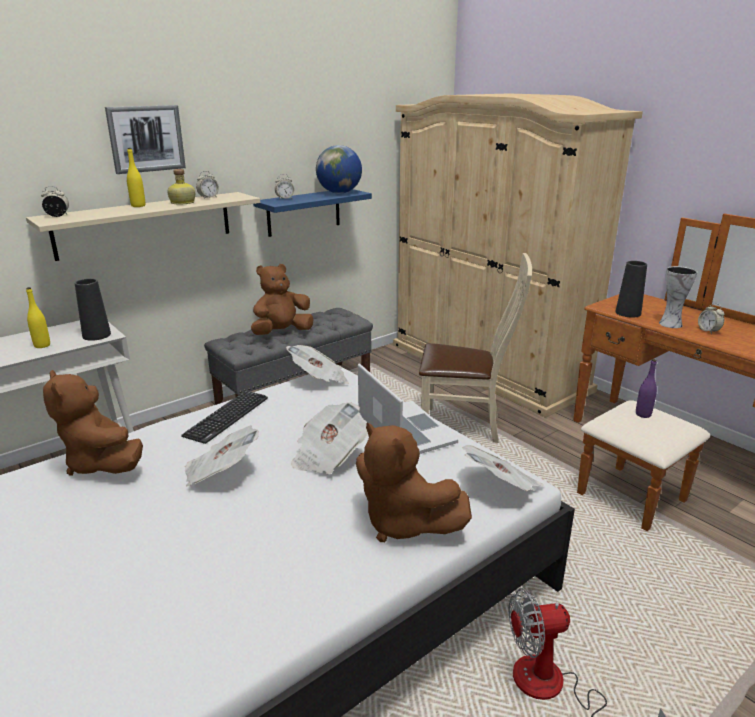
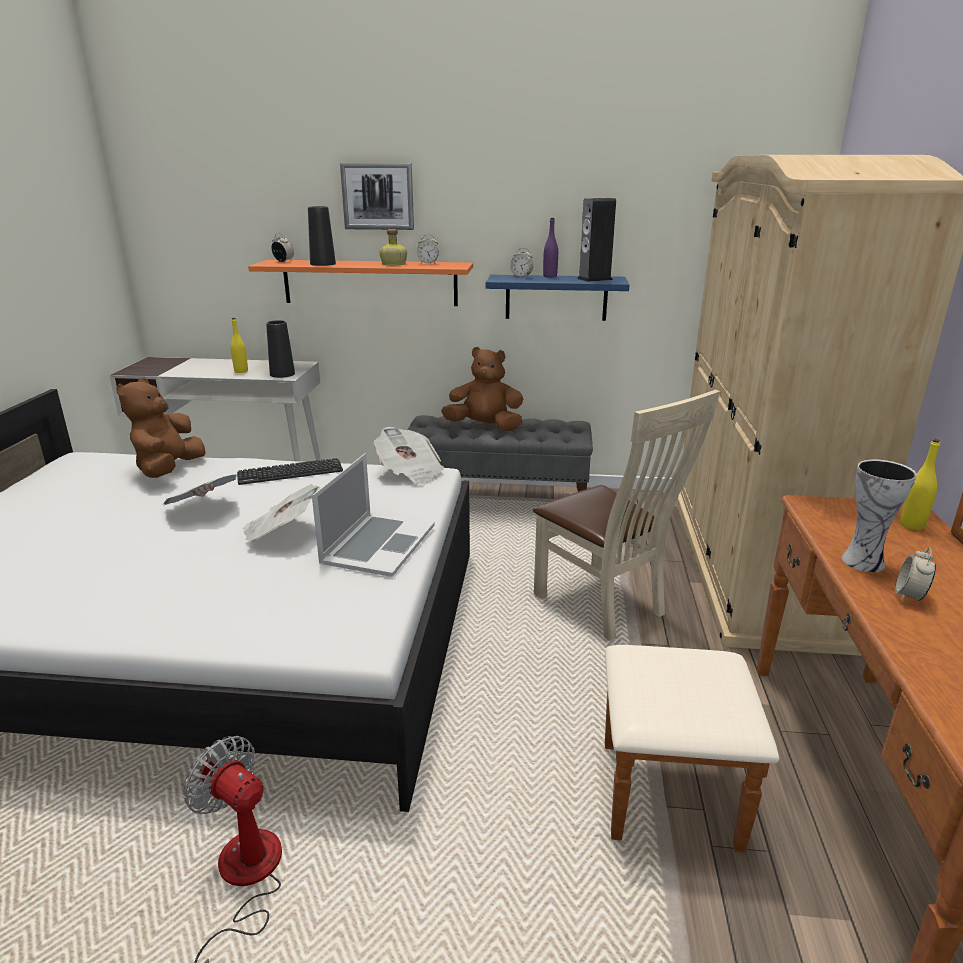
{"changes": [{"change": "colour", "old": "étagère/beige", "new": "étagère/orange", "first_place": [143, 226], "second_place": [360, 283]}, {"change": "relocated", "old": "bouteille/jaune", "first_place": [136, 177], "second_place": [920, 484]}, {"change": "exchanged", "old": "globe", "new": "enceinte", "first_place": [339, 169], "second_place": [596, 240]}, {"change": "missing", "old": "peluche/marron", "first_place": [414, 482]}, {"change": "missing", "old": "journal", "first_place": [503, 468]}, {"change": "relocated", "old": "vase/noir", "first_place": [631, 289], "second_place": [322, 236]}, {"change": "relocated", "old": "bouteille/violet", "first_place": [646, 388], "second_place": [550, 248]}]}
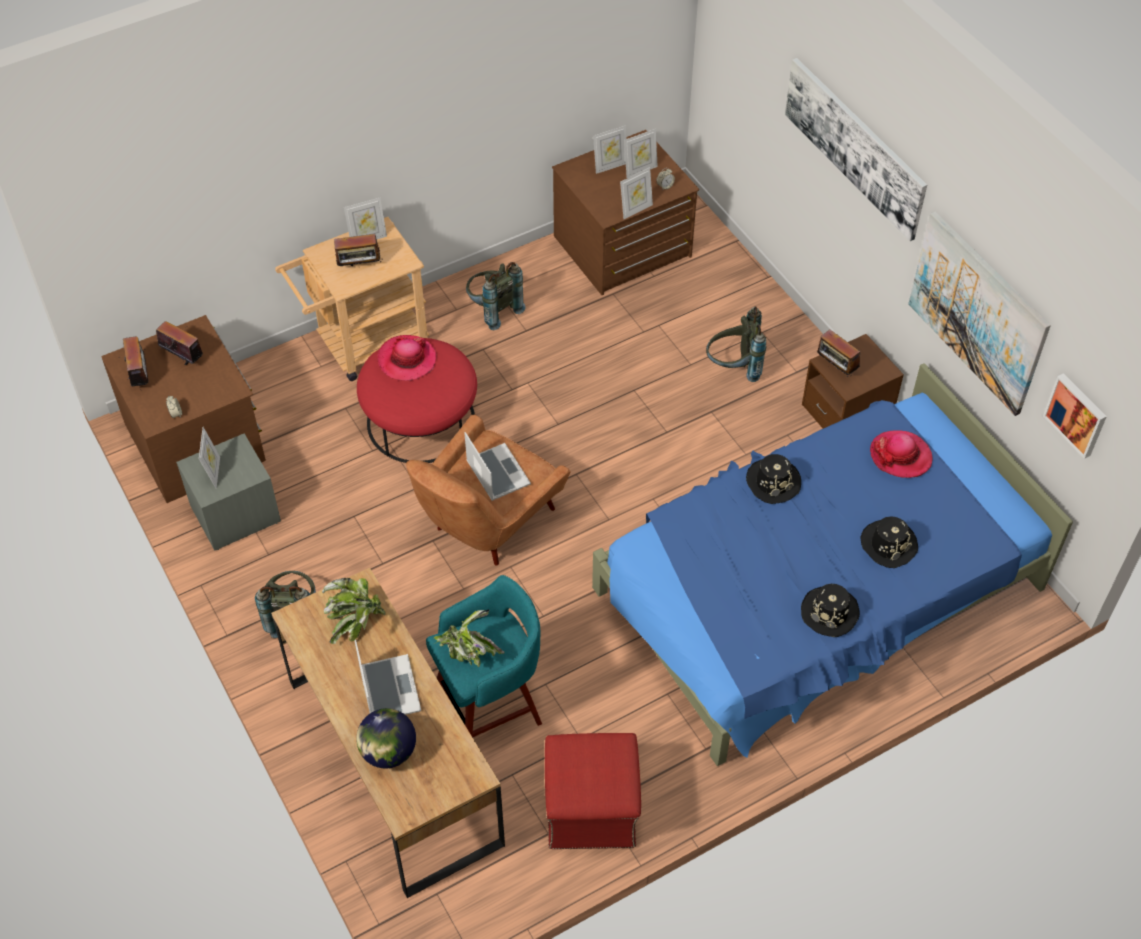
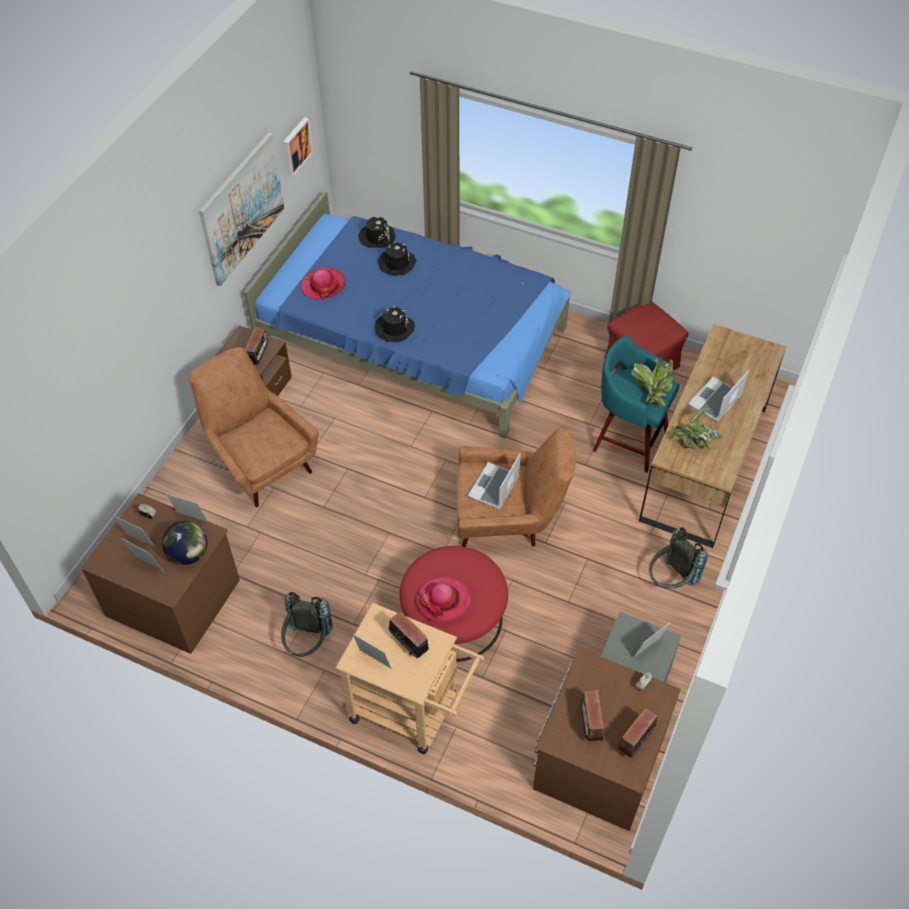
{"changes": [{"change": "relocated", "old": "globe", "first_place": [386, 738], "second_place": [184, 543]}, {"change": "exchanged", "old": "sac à dos/gris", "new": "fauteuil/marron", "first_place": [736, 344], "second_place": [254, 427]}, {"change": "missing", "old": "tableau", "first_place": [856, 149]}, {"change": "relocated", "old": "chapeau/noir", "first_place": [830, 610], "second_place": [377, 232]}]}
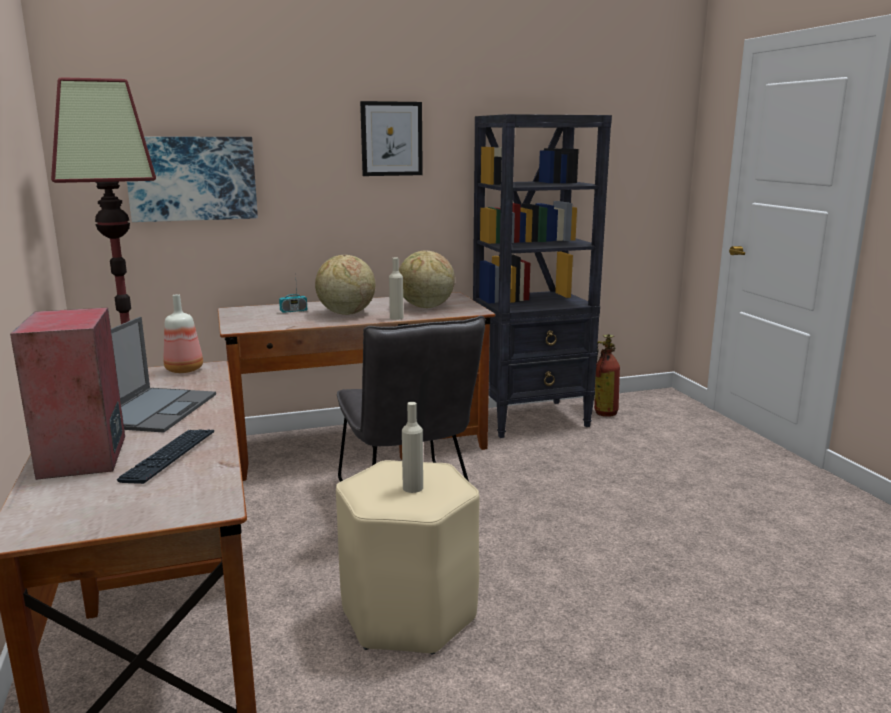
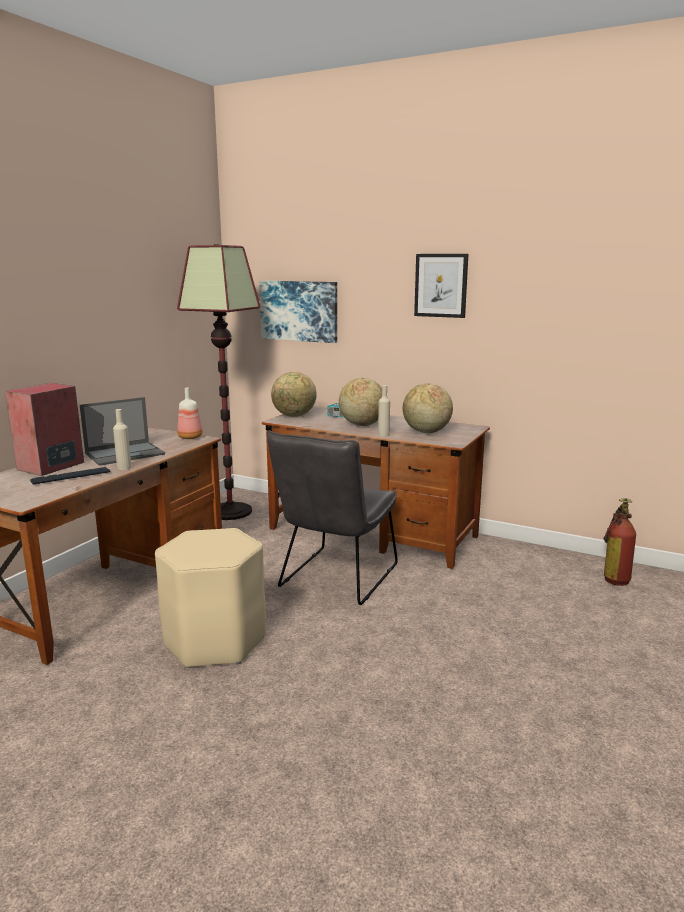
{"changes": [{"change": "relocated", "old": "bouteille/beige", "first_place": [412, 447], "second_place": [122, 439]}, {"change": "missing", "old": "bibliothèque/noir", "first_place": [542, 276]}, {"change": "appeared", "new": "globe", "second_place": [294, 394]}]}
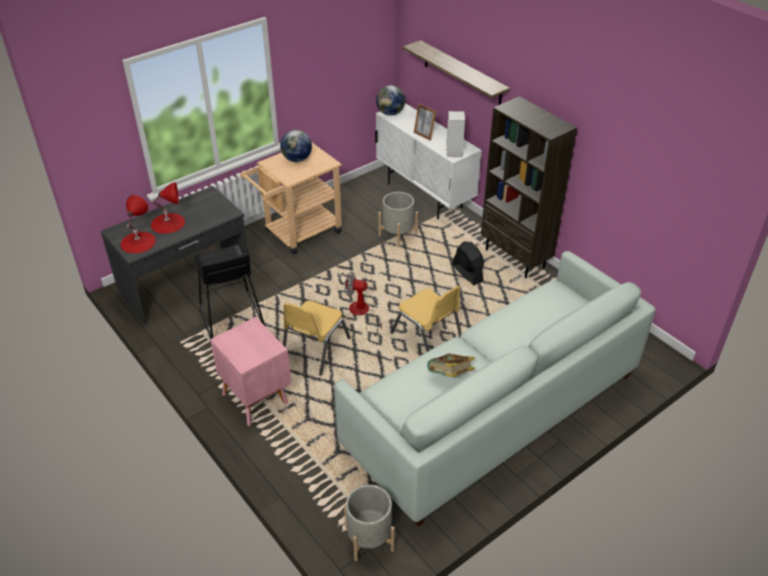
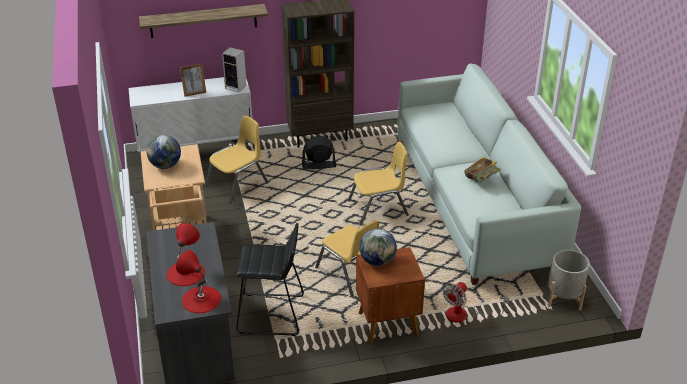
{"changes": [{"change": "colour", "old": "table de chevet/rose", "new": "table de chevet/marron", "first_place": [251, 371], "second_place": [390, 295]}, {"change": "relocated", "old": "ventilateur", "first_place": [363, 304], "second_place": [476, 302]}, {"change": "relocated", "old": "globe", "first_place": [390, 100], "second_place": [378, 247]}, {"change": "exchanged", "old": "cache-pot/gris", "new": "chaise/jaune", "first_place": [398, 219], "second_place": [237, 160]}]}
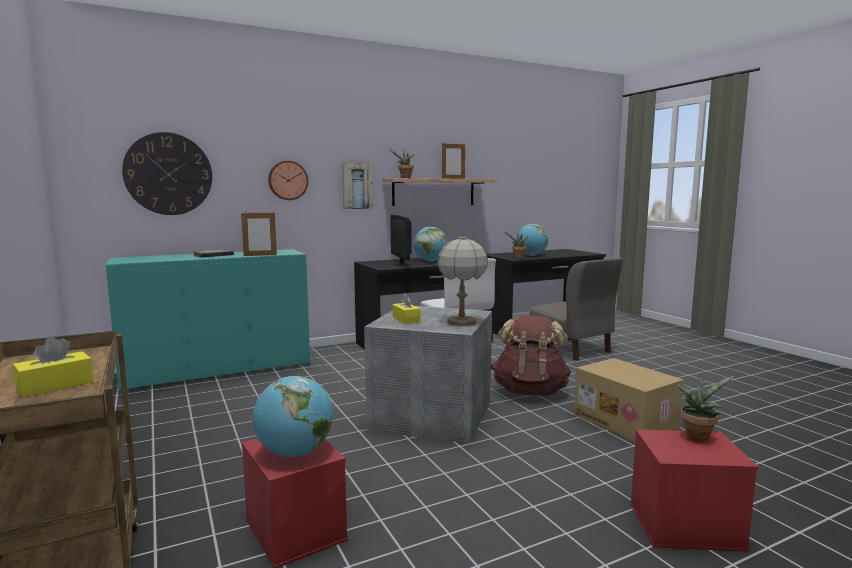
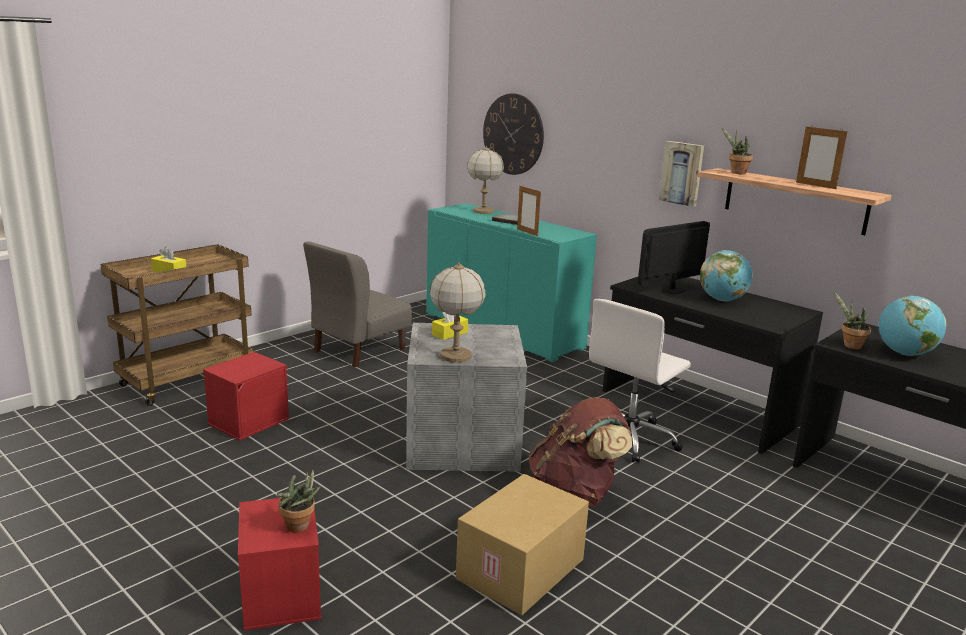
{"changes": [{"change": "missing", "old": "globe", "first_place": [293, 416]}, {"change": "missing", "old": "horloge murale", "first_place": [288, 180]}, {"change": "relocated", "old": "chaise/gris", "first_place": [576, 309], "second_place": [357, 304]}, {"change": "appeared", "new": "lampe de table", "second_place": [485, 180]}]}
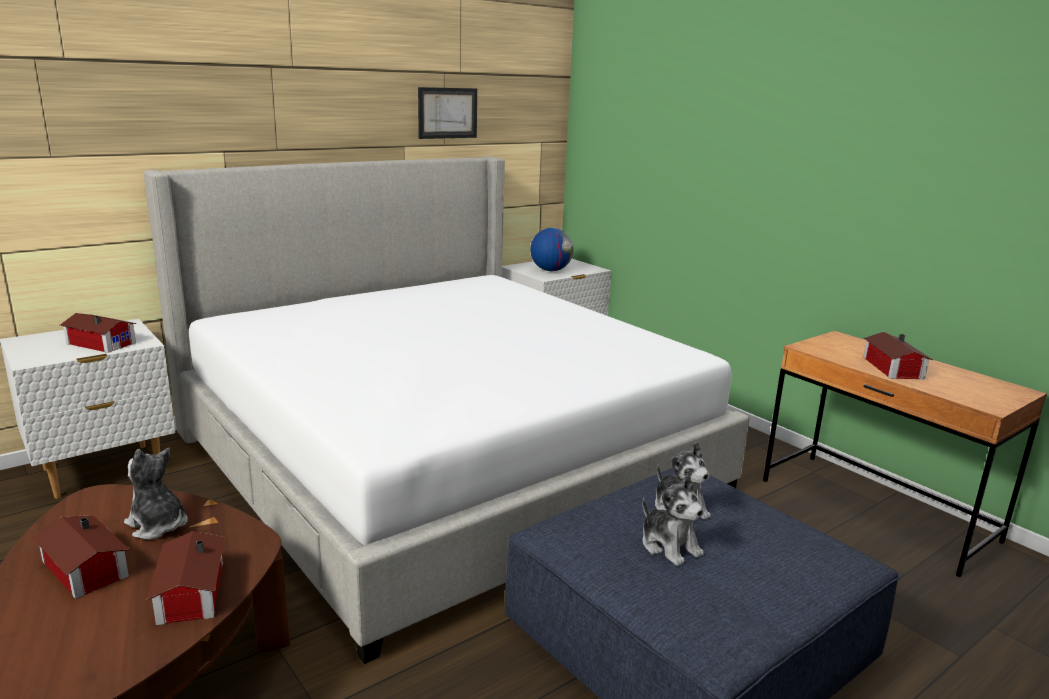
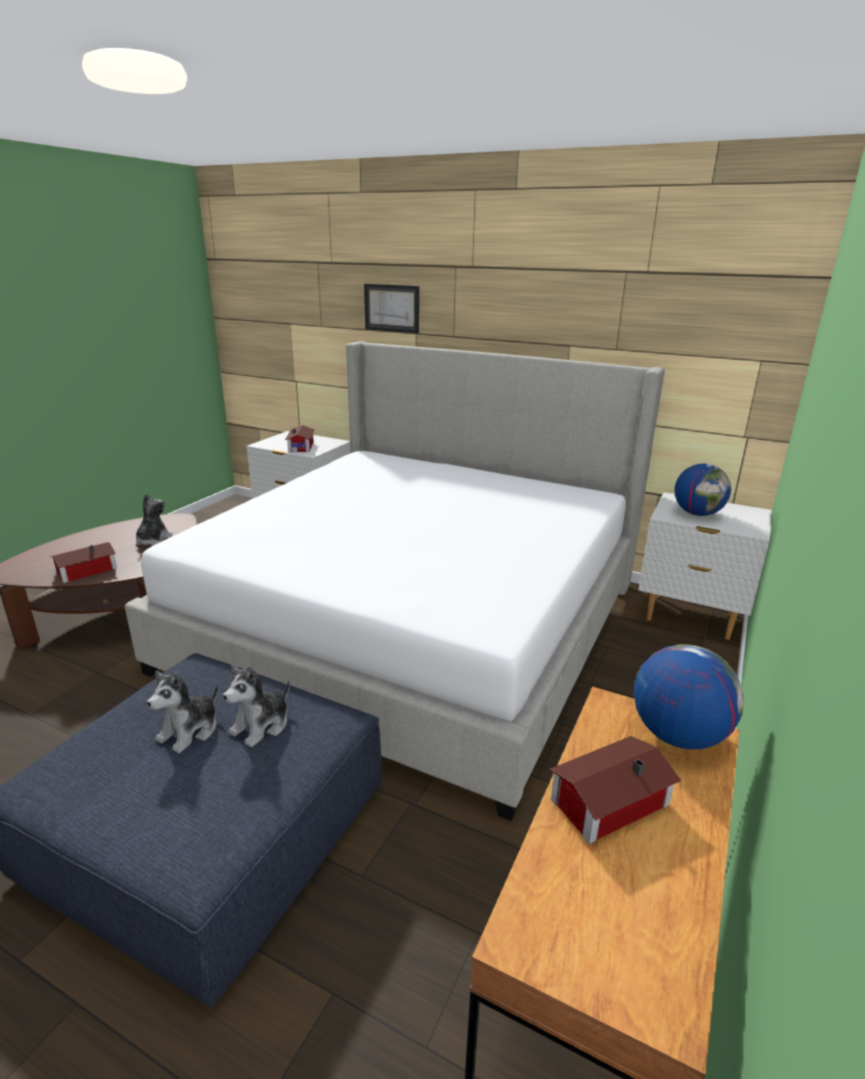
{"changes": [{"change": "missing", "old": "maison miniature", "first_place": [81, 557]}, {"change": "relocated", "old": "tableau", "first_place": [447, 113], "second_place": [391, 308]}, {"change": "appeared", "new": "globe", "second_place": [689, 696]}]}
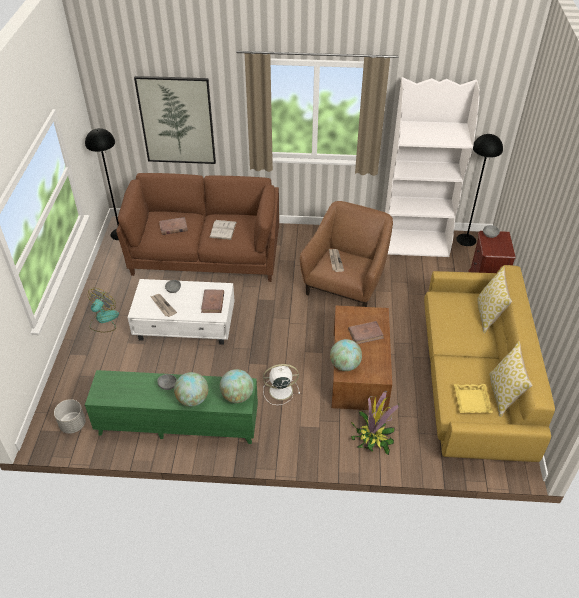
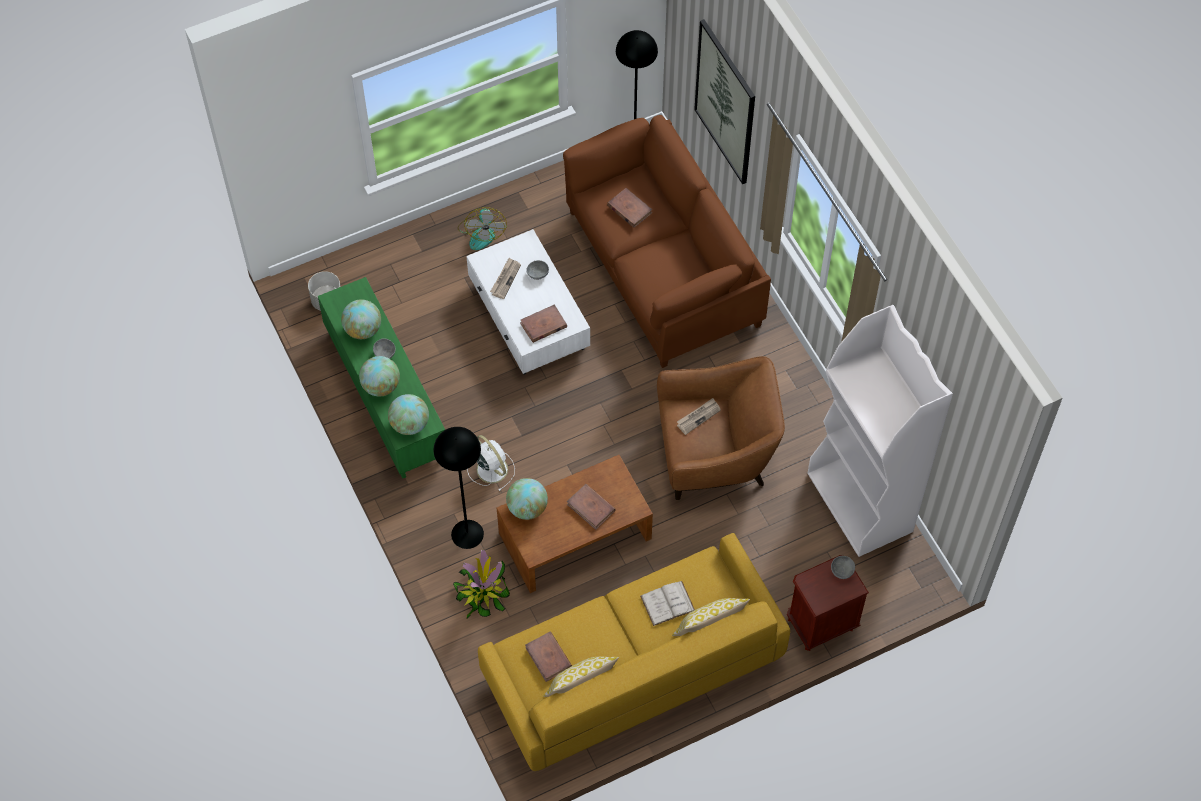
{"changes": [{"change": "spun", "old": "ventilateur", "first_place": [103, 310], "second_place": [482, 228], "degrees": 90}, {"change": "relocated", "old": "livre/blanc", "first_place": [223, 230], "second_place": [667, 603]}, {"change": "exchanged", "old": "plateau/jaune", "new": "livre/marron", "first_place": [473, 398], "second_place": [548, 657]}, {"change": "relocated", "old": "lampadaire/noir", "first_place": [479, 190], "second_place": [459, 488]}, {"change": "appeared", "new": "globe", "second_place": [361, 319]}]}
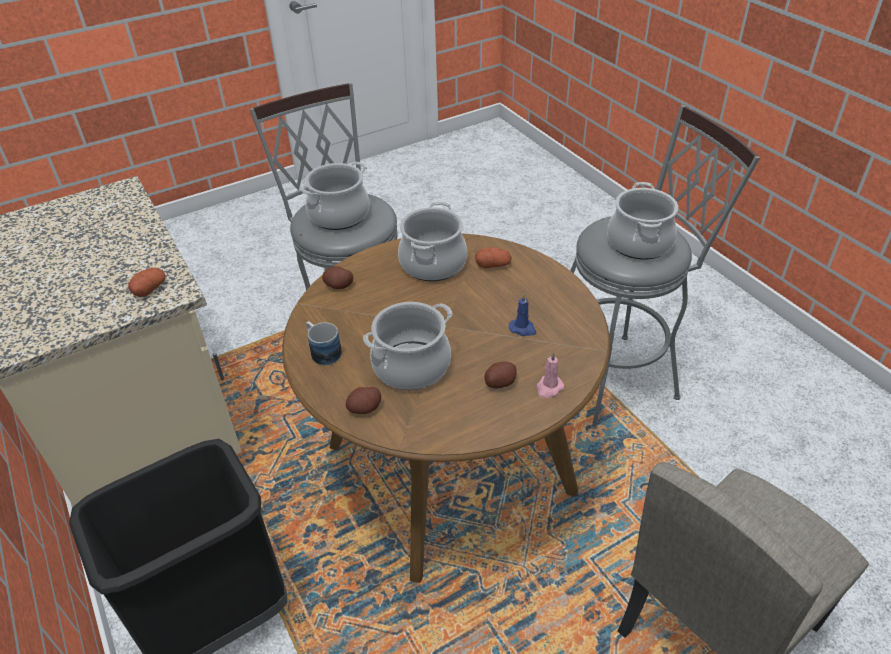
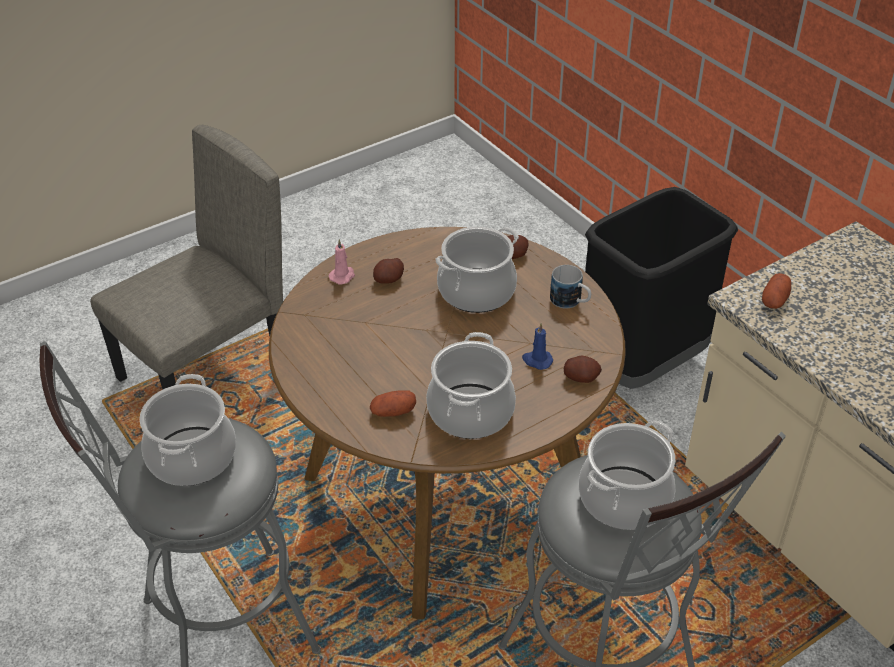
{"changes": [{"change": "relocated", "old": "bougie/bleu", "first_place": [522, 314], "second_place": [537, 346]}]}
